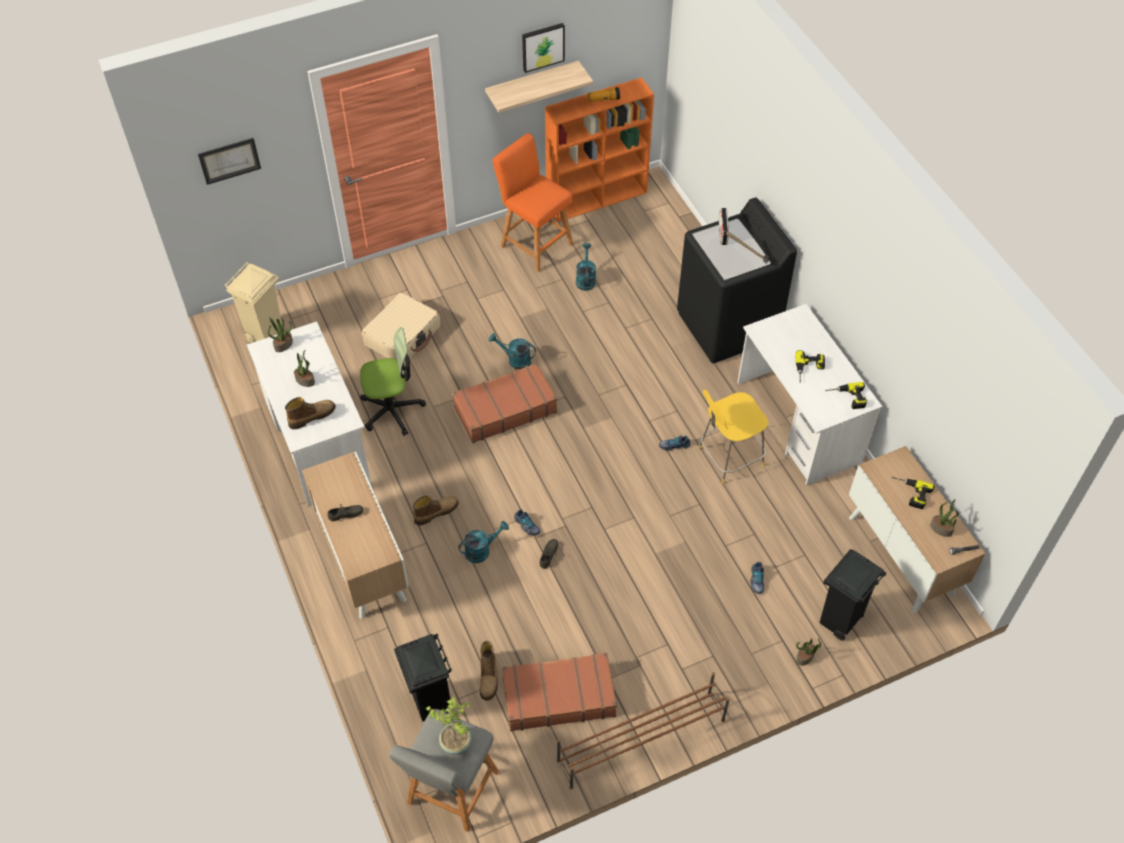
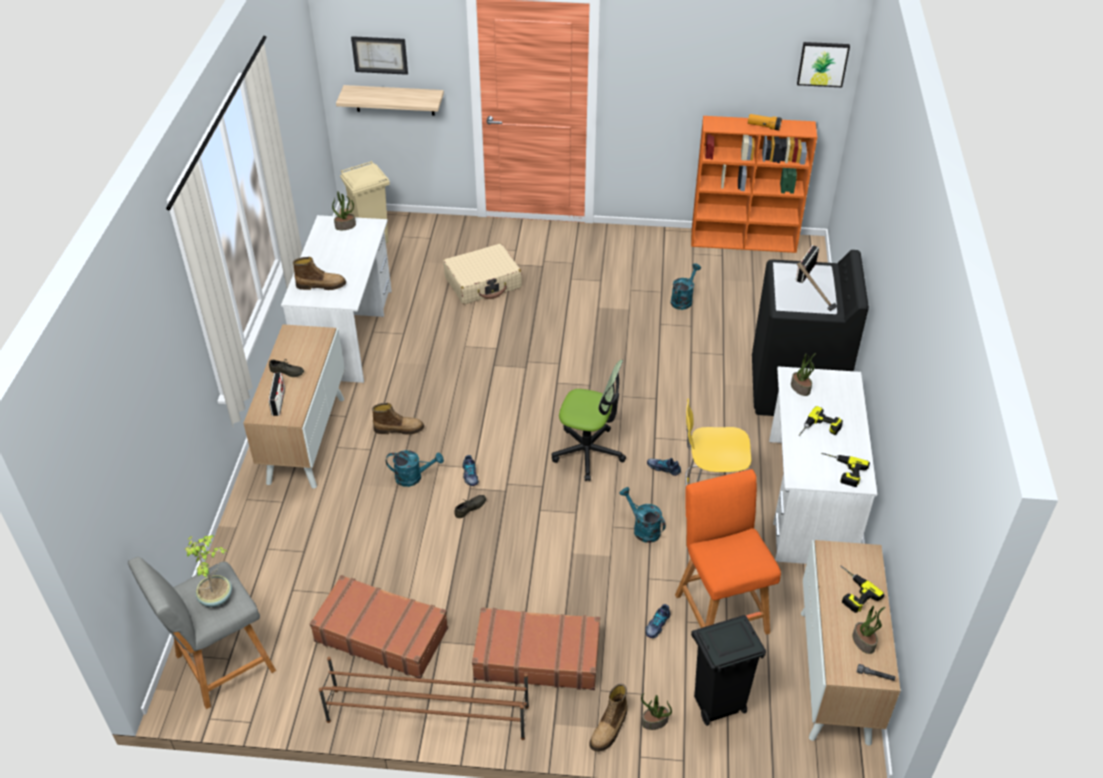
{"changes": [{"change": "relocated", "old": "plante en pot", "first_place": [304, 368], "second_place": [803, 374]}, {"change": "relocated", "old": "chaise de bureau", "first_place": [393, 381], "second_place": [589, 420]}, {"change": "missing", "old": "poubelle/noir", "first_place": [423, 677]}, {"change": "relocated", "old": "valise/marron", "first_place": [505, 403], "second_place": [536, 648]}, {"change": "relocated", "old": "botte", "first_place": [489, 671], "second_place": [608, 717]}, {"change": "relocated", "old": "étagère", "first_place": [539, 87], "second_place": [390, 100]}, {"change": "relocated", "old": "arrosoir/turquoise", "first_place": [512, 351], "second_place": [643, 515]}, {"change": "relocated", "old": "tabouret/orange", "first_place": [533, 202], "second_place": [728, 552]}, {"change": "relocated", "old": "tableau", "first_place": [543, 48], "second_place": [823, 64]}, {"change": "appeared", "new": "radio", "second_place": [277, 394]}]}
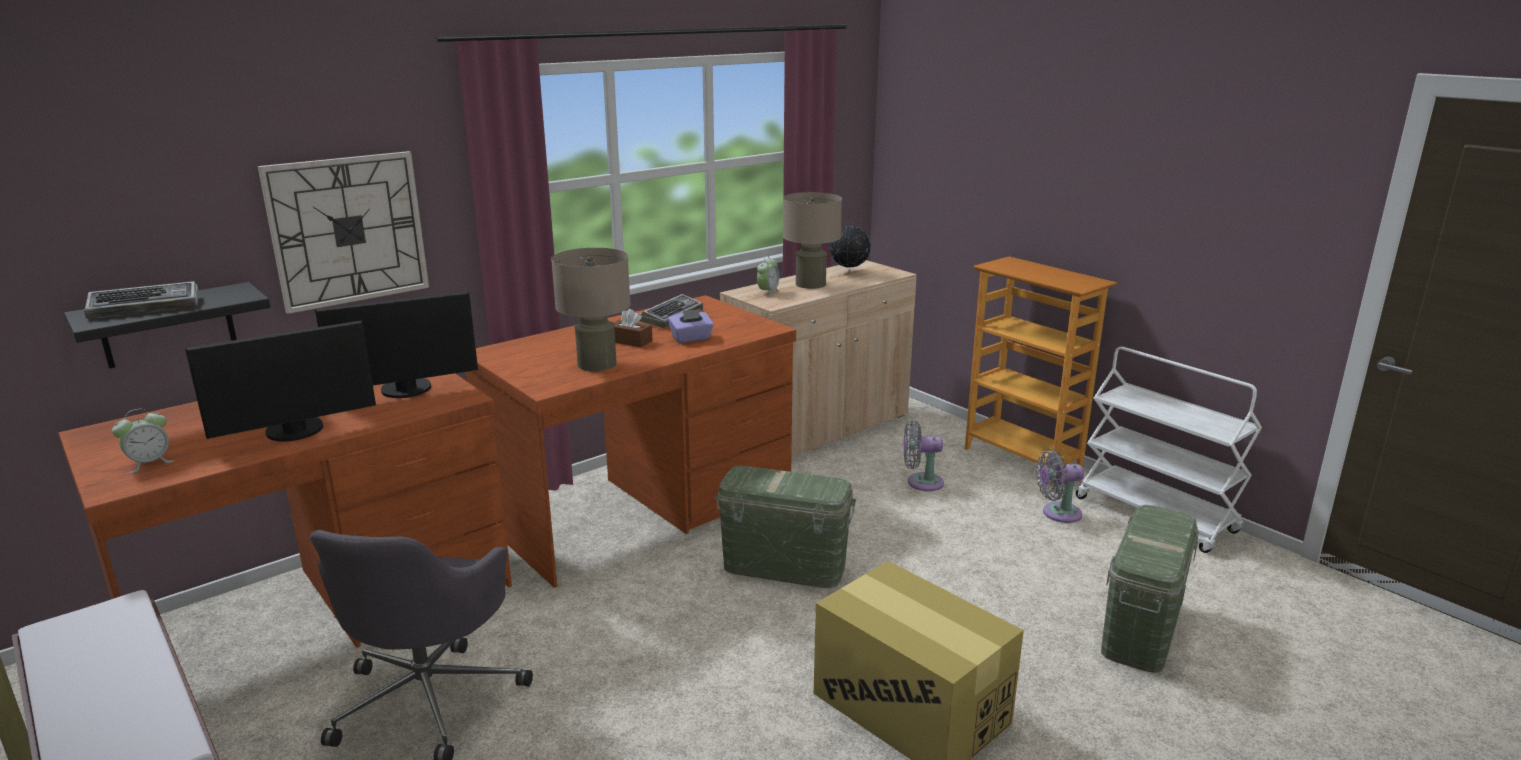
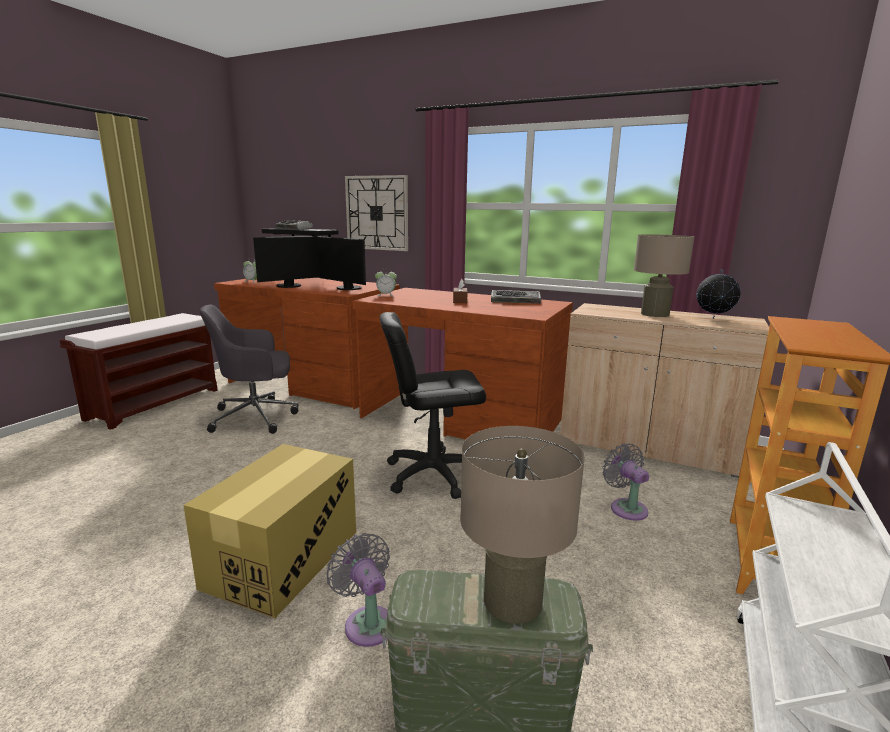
{"changes": [{"change": "spun", "old": "écran d'ordinateur", "first_place": [280, 380], "second_place": [286, 262], "degrees": -75}, {"change": "relocated", "old": "lampe de table/beige", "first_place": [591, 309], "second_place": [522, 525]}, {"change": "missing", "old": "boîte à mouchoirs/violet", "first_place": [691, 326]}, {"change": "exchanged", "old": "boîte de rangement/vert", "new": "chaise de bureau/noir", "first_place": [785, 527], "second_place": [433, 405]}, {"change": "relocated", "old": "réveil", "first_place": [768, 276], "second_place": [386, 282]}, {"change": "relocated", "old": "ventilateur/gris", "first_place": [1060, 486], "second_place": [358, 590]}]}
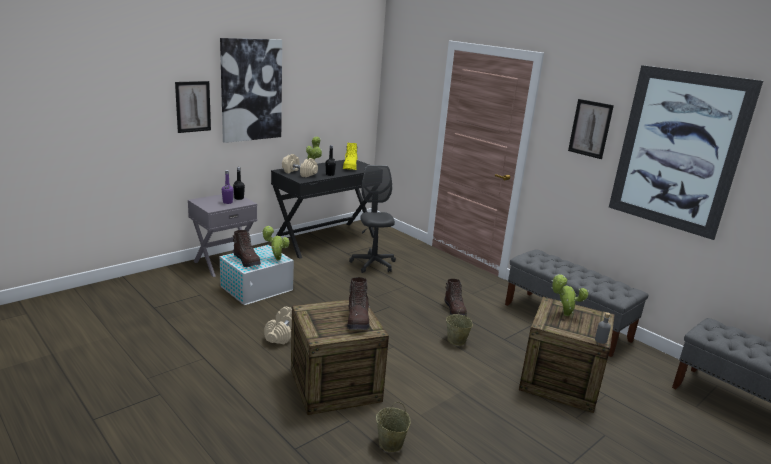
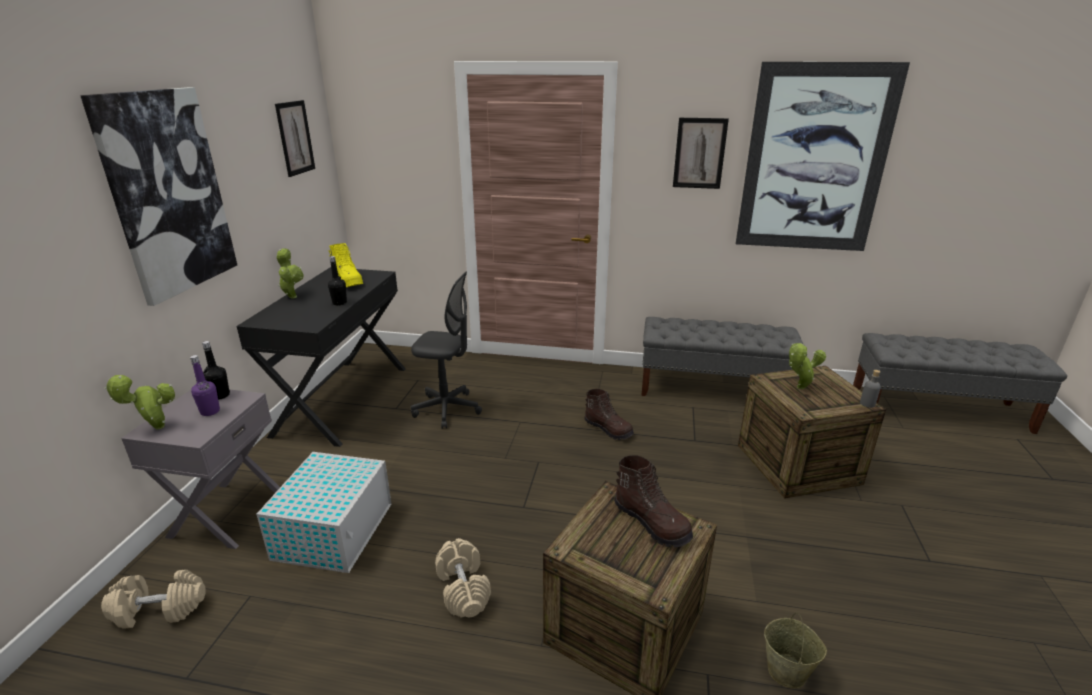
{"changes": [{"change": "relocated", "old": "tableau", "first_place": [193, 107], "second_place": [295, 138]}, {"change": "missing", "old": "botte/marron", "first_place": [247, 248]}, {"change": "relocated", "old": "plante en pot", "first_place": [276, 243], "second_place": [140, 402]}, {"change": "relocated", "old": "haltère/beige", "first_place": [300, 165], "second_place": [153, 599]}, {"change": "spun", "old": "chaise de bureau/gris", "first_place": [372, 219], "second_place": [446, 350], "degrees": 150}, {"change": "missing", "old": "seau/beige", "first_place": [459, 326]}]}
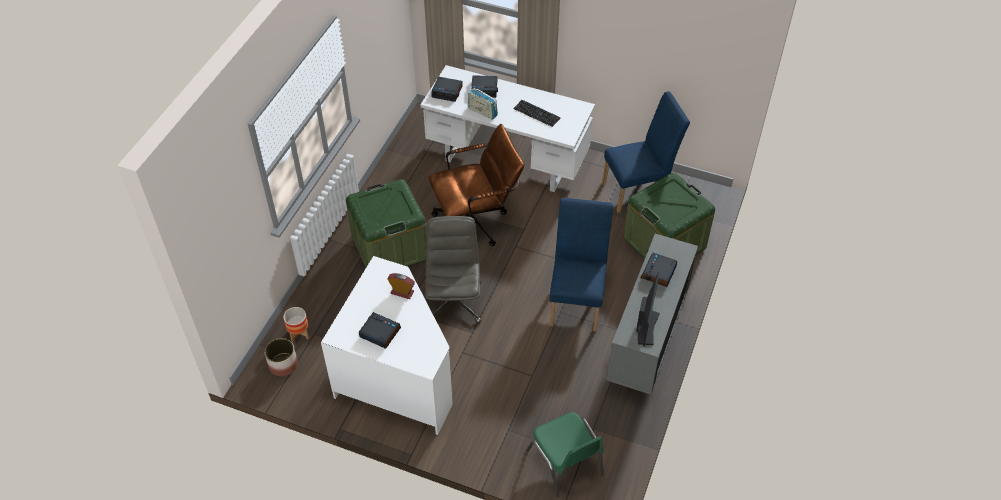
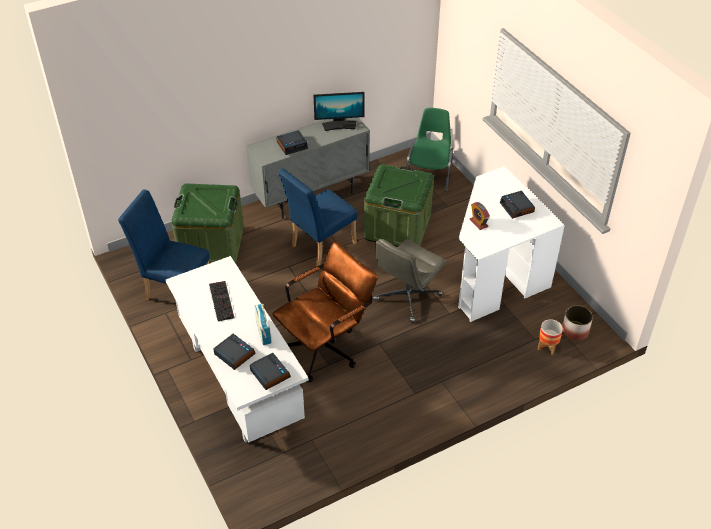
{"changes": [{"change": "relocated", "old": "boîte de rangement/vert", "first_place": [386, 223], "second_place": [399, 205]}, {"change": "spun", "old": "chaise de bureau/marron", "first_place": [476, 185], "second_place": [325, 311], "degrees": 120}, {"change": "spun", "old": "écran d'ordinateur", "first_place": [648, 309], "second_place": [339, 111], "degrees": -150}]}
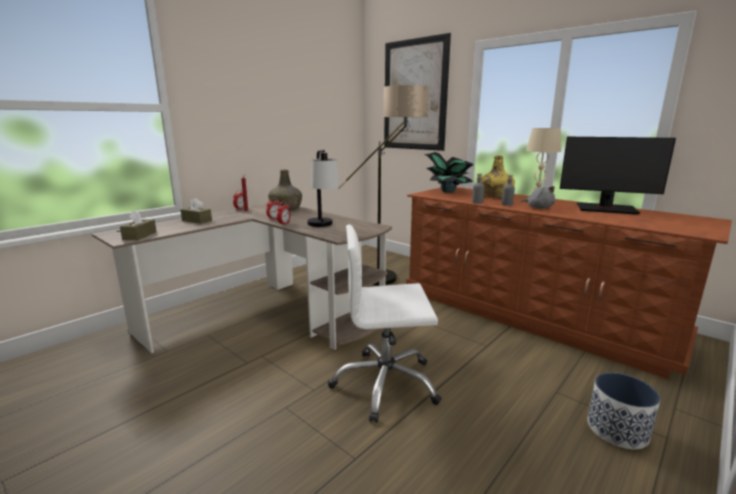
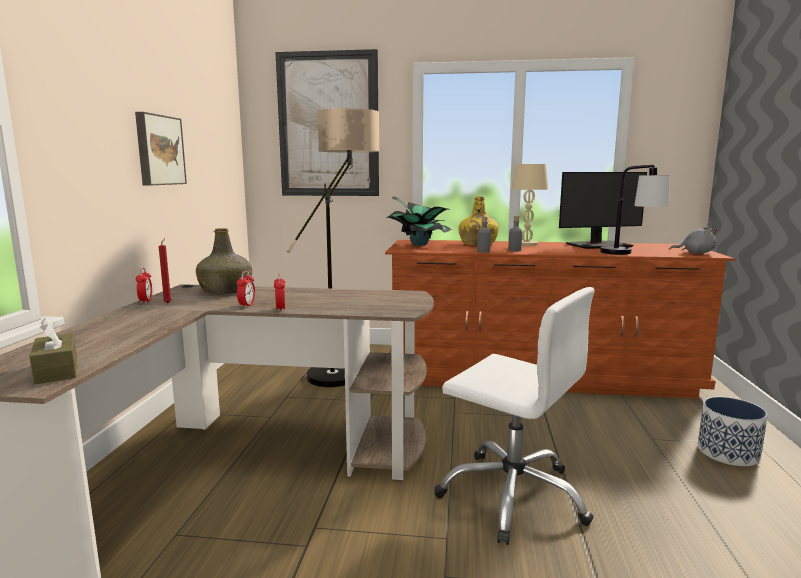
{"changes": [{"change": "missing", "old": "boîte à mouchoirs/marron", "first_place": [196, 211]}, {"change": "relocated", "old": "lampe de table", "first_place": [323, 188], "second_place": [635, 210]}, {"change": "spun", "old": "chaise de bureau/blanc", "first_place": [385, 324], "second_place": [514, 416], "degrees": -105}, {"change": "relocated", "old": "peluche/gris", "first_place": [537, 197], "second_place": [693, 240]}, {"change": "appeared", "new": "tableau", "second_place": [161, 148]}]}
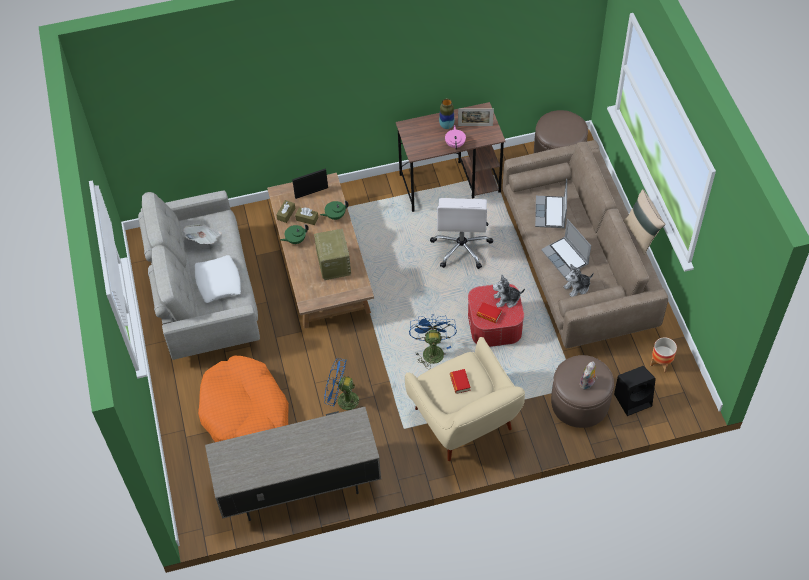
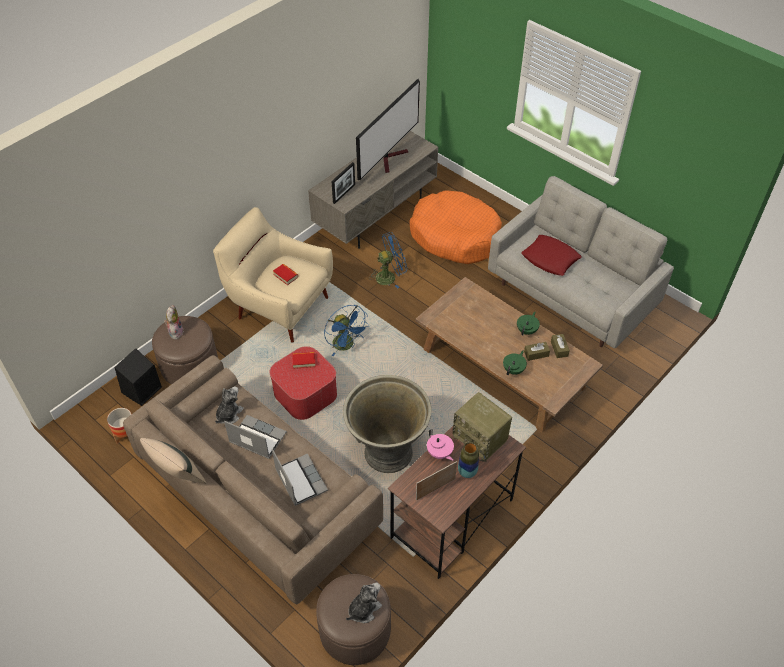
{"changes": [{"change": "missing", "old": "journal", "first_place": [202, 234]}, {"change": "colour", "old": "coussin/blanc", "new": "coussin/rouge", "first_place": [218, 279], "second_place": [551, 255]}, {"change": "relocated", "old": "cadre photo", "first_place": [310, 184], "second_place": [343, 183]}, {"change": "relocated", "old": "radio", "first_place": [332, 254], "second_place": [482, 427]}, {"change": "exchanged", "old": "chaise de bureau/blanc", "new": "cache-pot/gris", "first_place": [461, 233], "second_place": [387, 424]}, {"change": "relocated", "old": "peluche", "first_place": [509, 291], "second_place": [364, 602]}, {"change": "appeared", "new": "téléviseur", "second_place": [388, 129]}]}
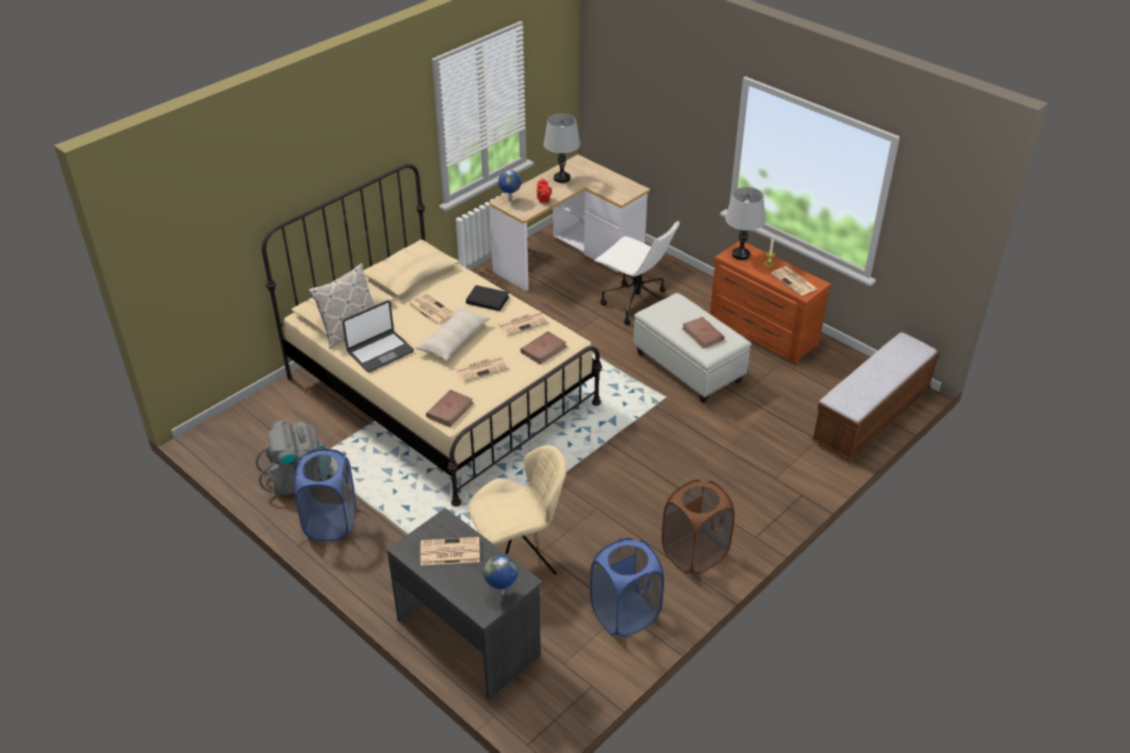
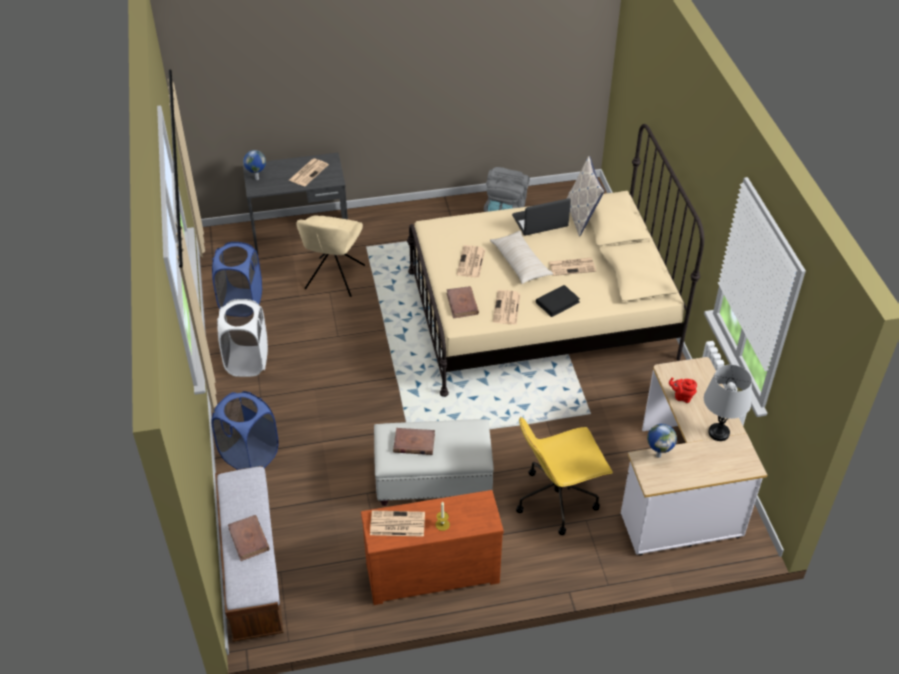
{"changes": [{"change": "relocated", "old": "panier à linge/bleu", "first_place": [325, 495], "second_place": [245, 430]}, {"change": "spun", "old": "ordinateur portable", "first_place": [378, 336], "second_place": [541, 217], "degrees": 75}, {"change": "relocated", "old": "livre/marron", "first_place": [450, 408], "second_place": [249, 538]}, {"change": "relocated", "old": "globe", "first_place": [509, 186], "second_place": [662, 441]}, {"change": "colour", "old": "chaise de bureau/blanc", "new": "chaise de bureau/jaune", "first_place": [637, 273], "second_place": [564, 476]}, {"change": "colour", "old": "panier à linge/marron", "new": "panier à linge/blanc", "first_place": [698, 527], "second_place": [242, 338]}, {"change": "missing", "old": "lampe de table/gris", "first_place": [745, 223]}]}
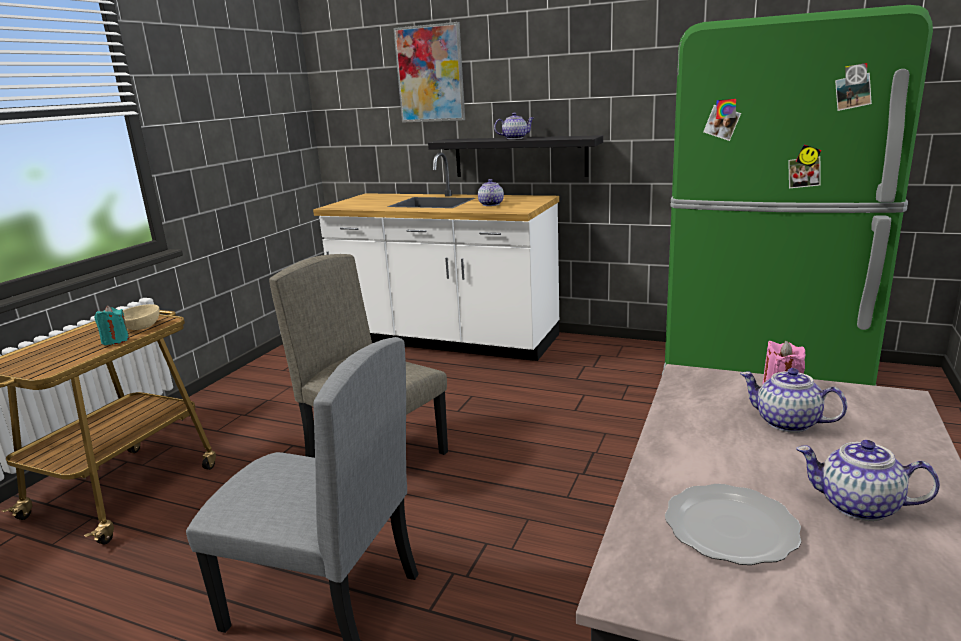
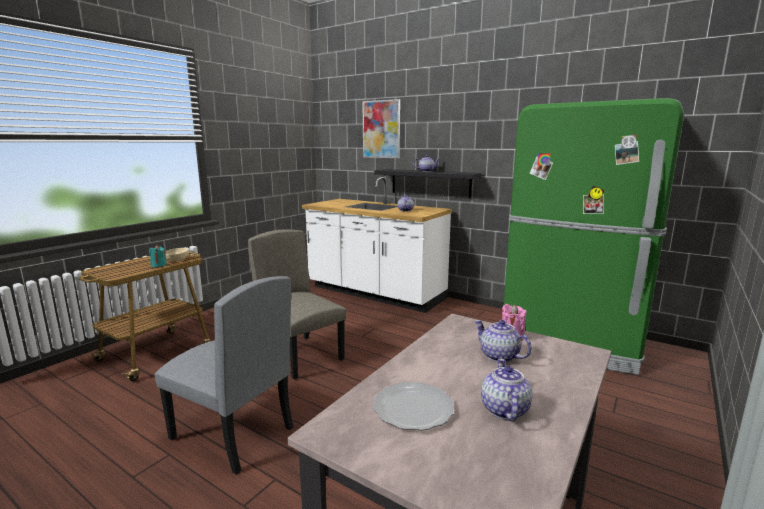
{"changes": [{"change": "spun", "old": "théière", "first_place": [868, 480], "second_place": [506, 389], "degrees": 60}]}
